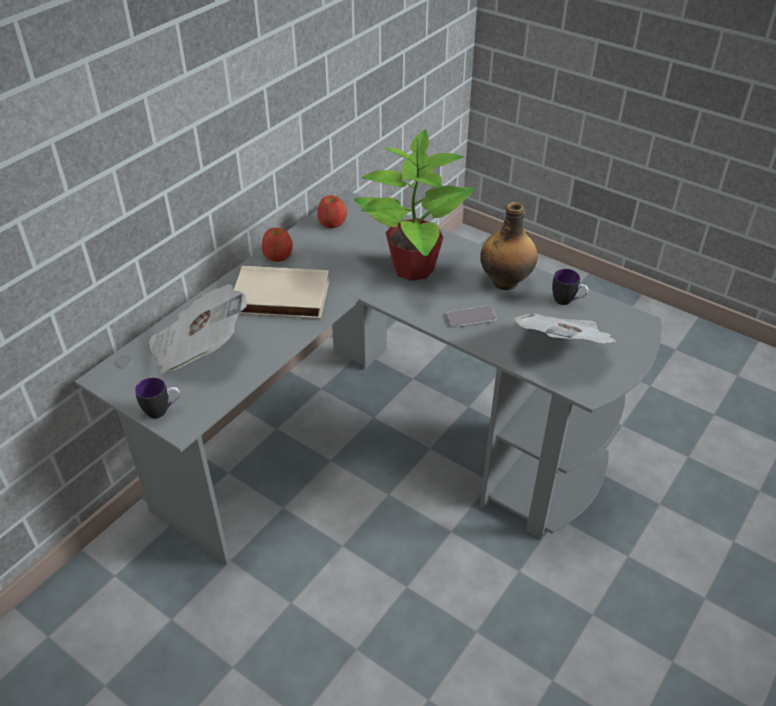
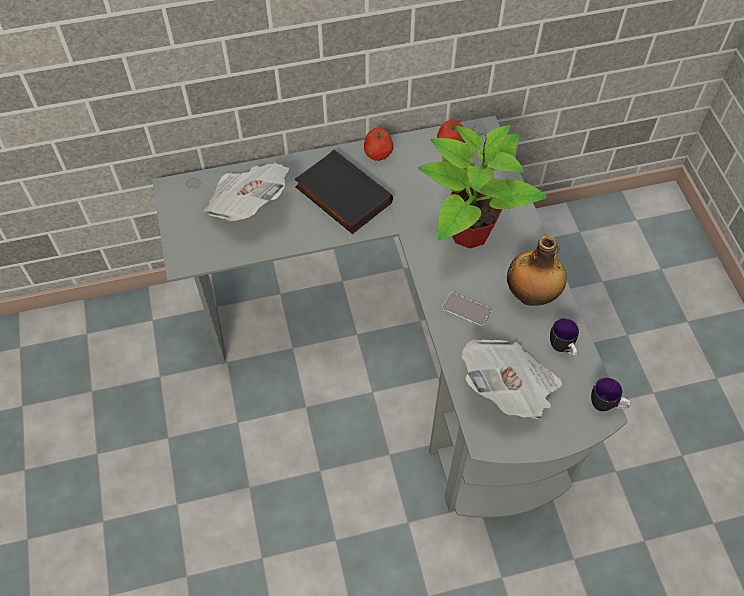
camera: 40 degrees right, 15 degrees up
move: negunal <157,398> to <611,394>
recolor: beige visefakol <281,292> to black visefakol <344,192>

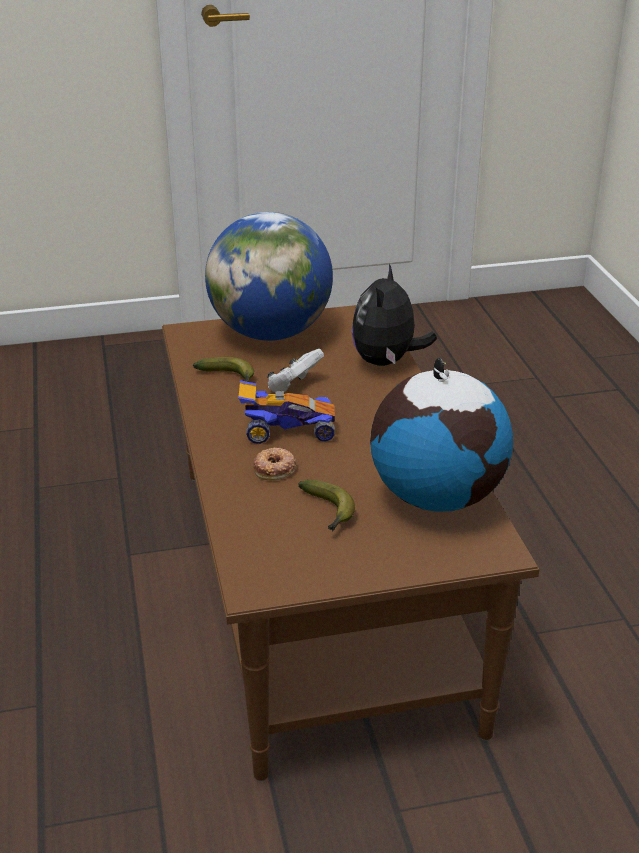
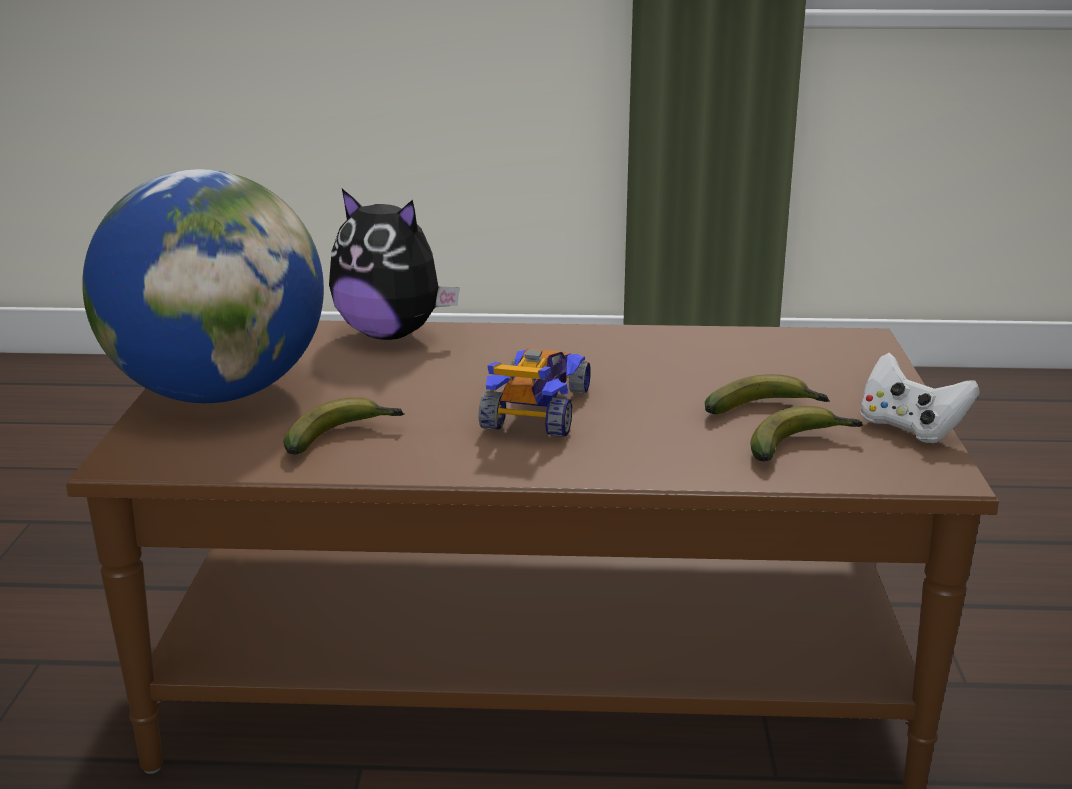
camera: 75 degrees left, 10 degrees down
delete: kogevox <274,464>; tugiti <441,435>
insert: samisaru <807,433>
move: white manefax <295,371> to <919,398>

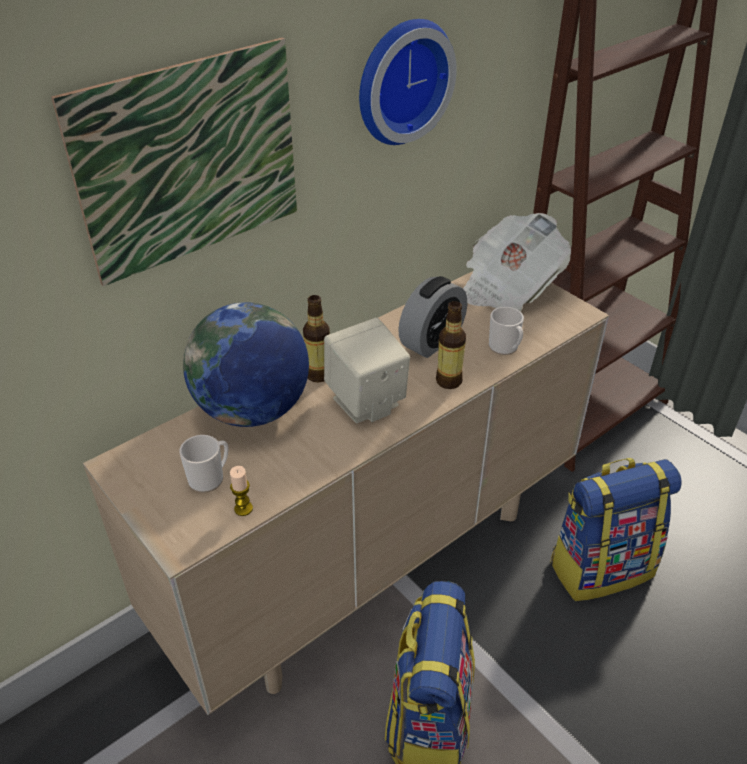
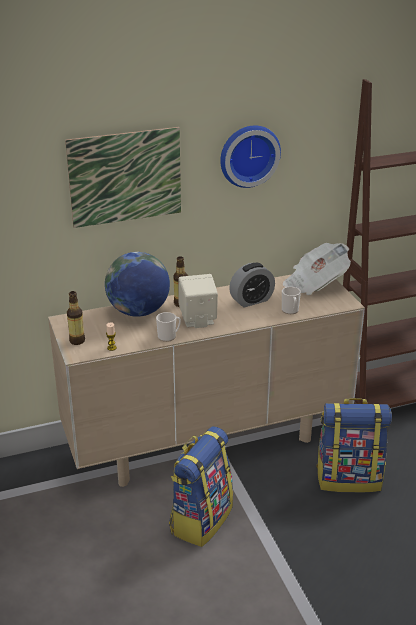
camera: 20 degrees right, 10 degrees down
move: negunal <203,464> to <168,327>; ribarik <451,345> to <76,318>

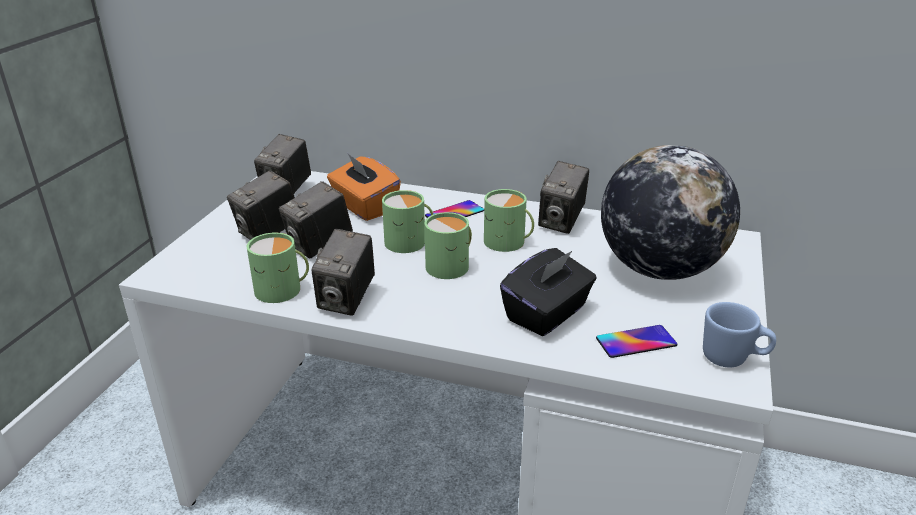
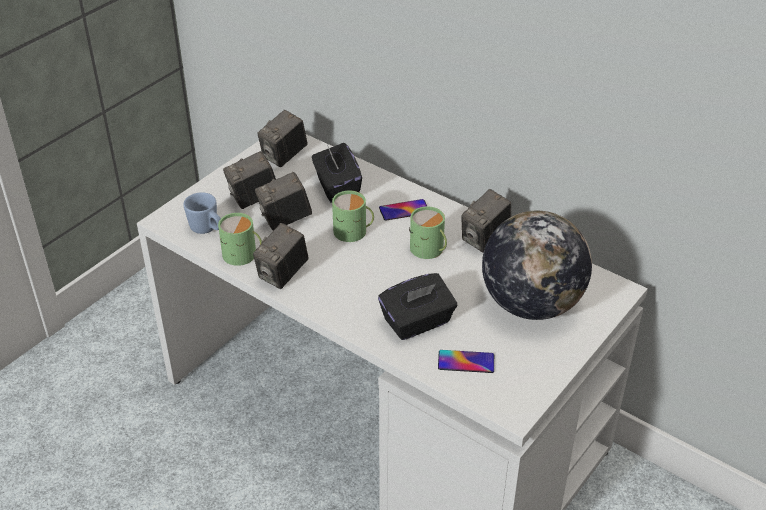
camera: 20 degrees right, 10 degrees up
delete: green negunal <448,245>
move: blue negunal <739,335> to <202,213>
recolor: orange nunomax <364,187> to black nunomax <337,173>

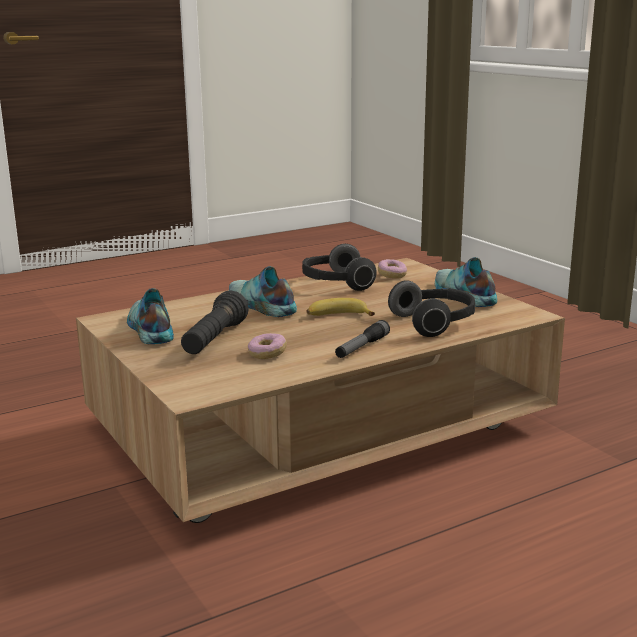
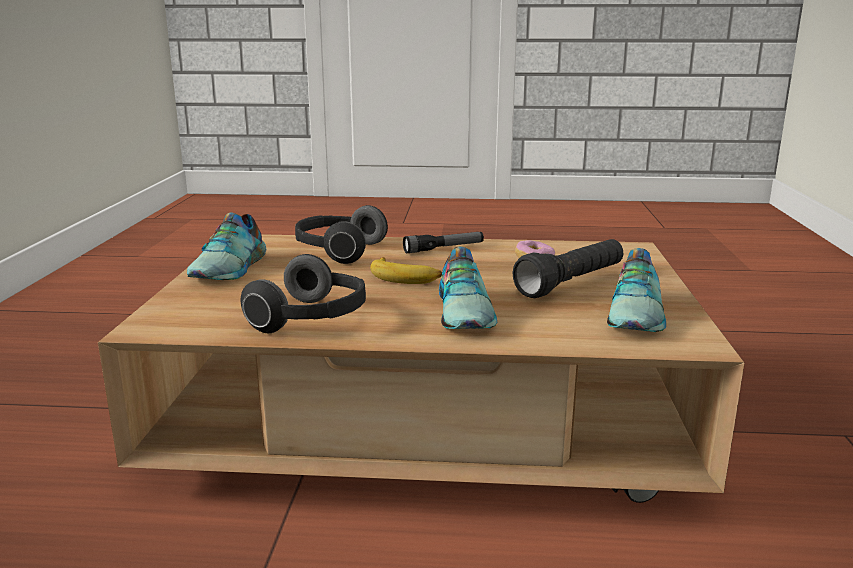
camera: 145 degrees left, 0 degrees up
delete: kogevox <392,269>

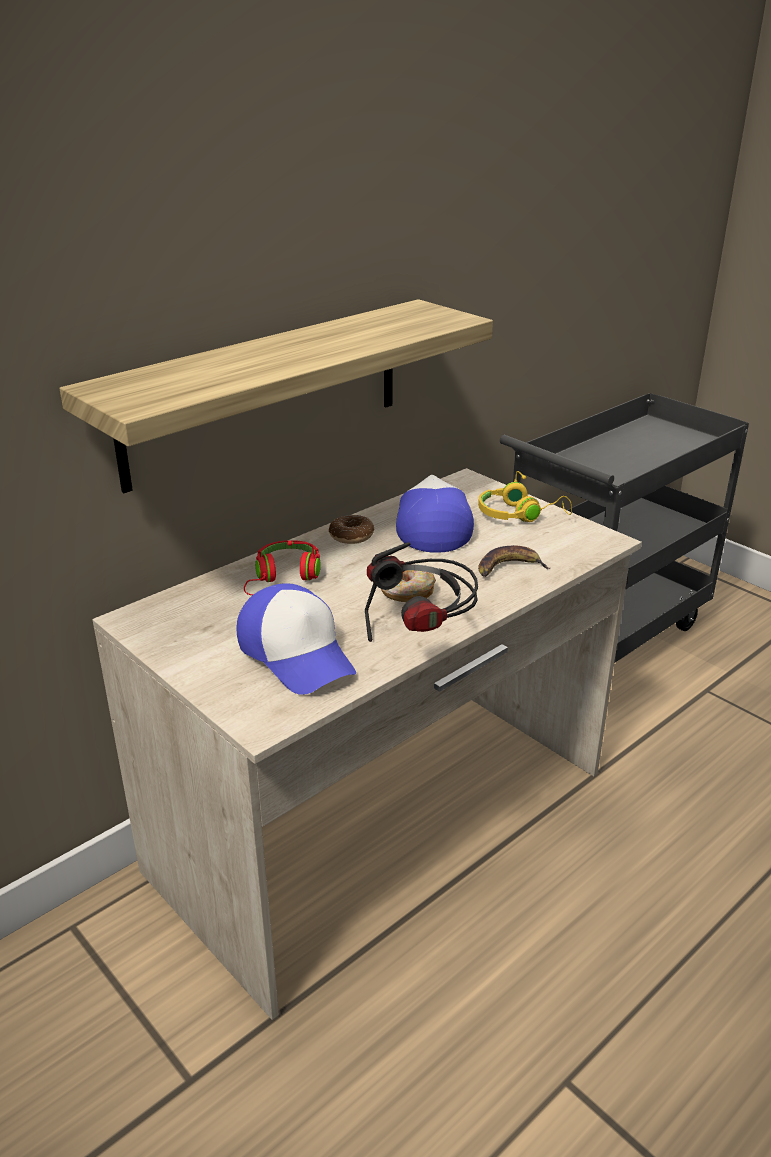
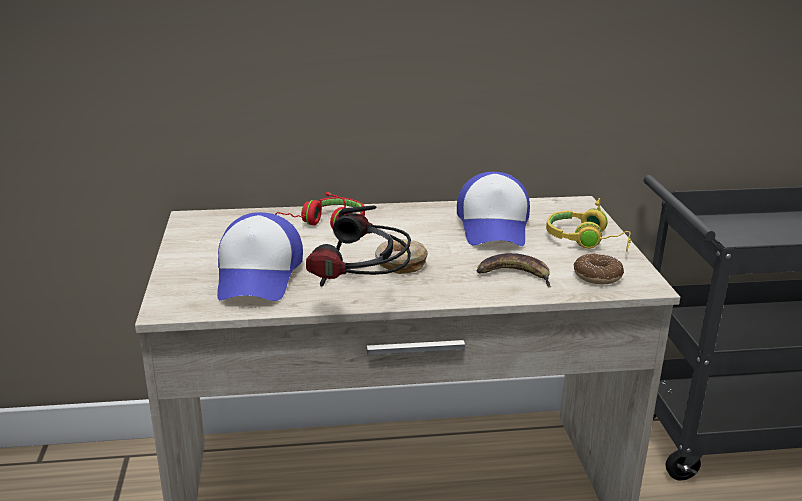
camera: 35 degrees right, 5 degrees down
delete: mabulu <276,396>
move: kogevox <352,529> to <599,269>
rotate: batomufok <435,514> = <493,209> 150 degrees clockwise

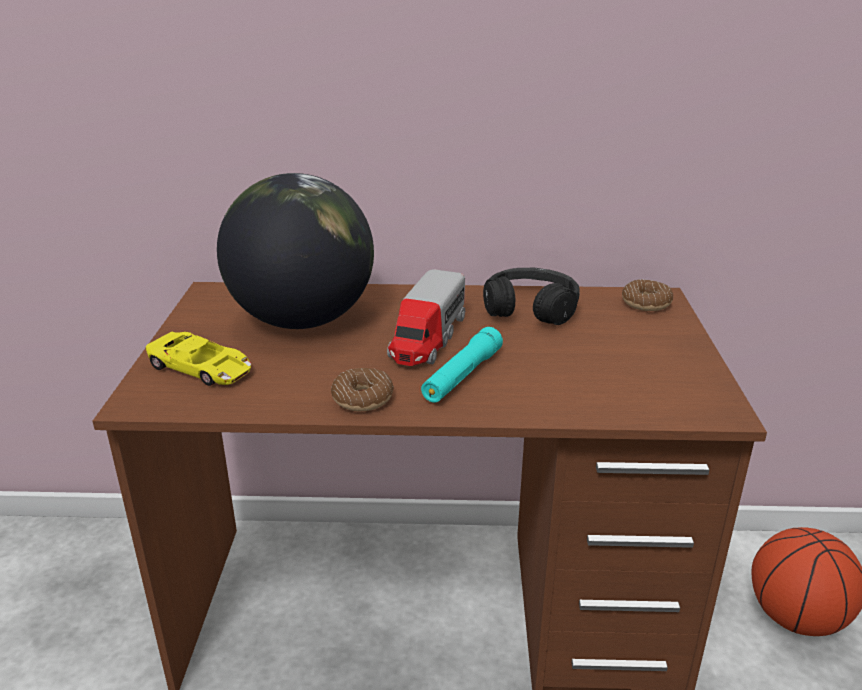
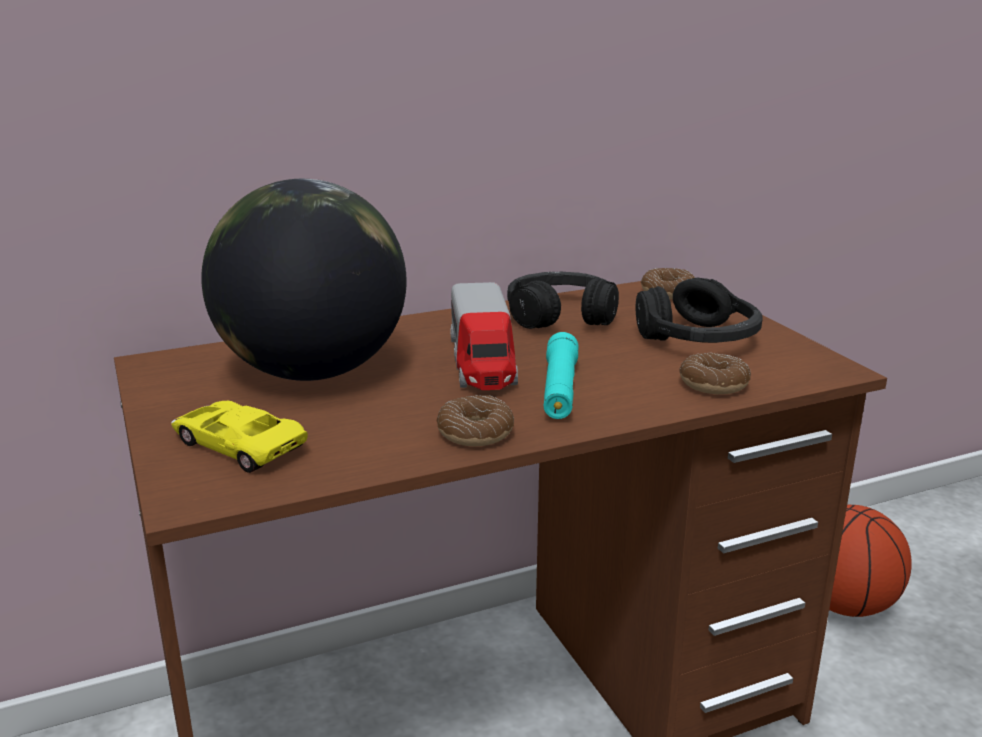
camera: 25 degrees left, 5 degrees down
insert: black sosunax <699,310>; kogevox <715,373>
rotate: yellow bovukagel <198,359> = <239,437> 150 degrees counterclockwise

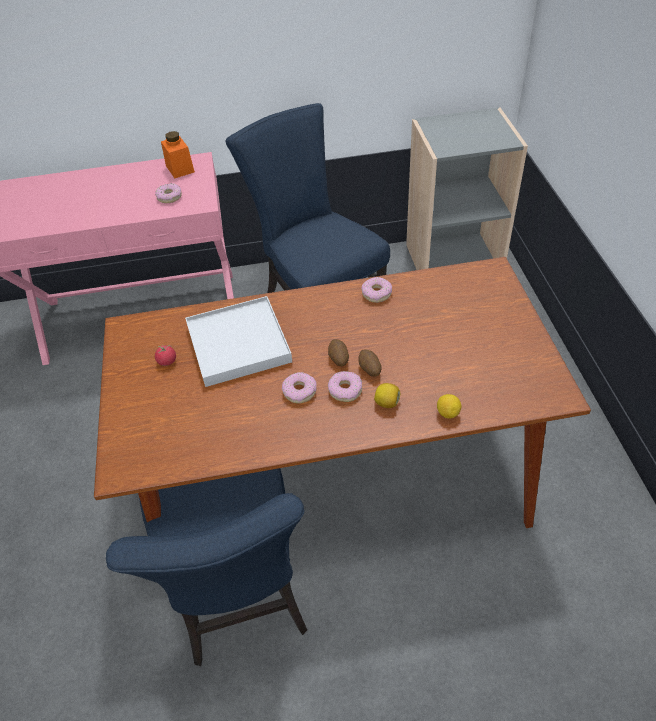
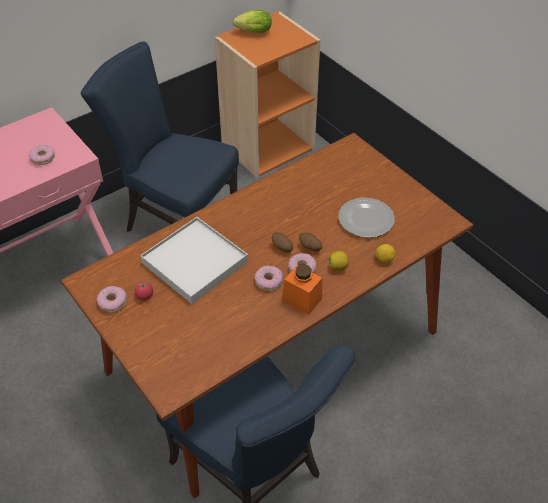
camera: 30 degrees left, 0 degrees up
insert: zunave <252,21>; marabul <366,217>
move: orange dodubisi <178,154> to <302,289>; kogevox <376,290> to <112,299>
recolor: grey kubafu <467,188> to orange kubafu <267,94>

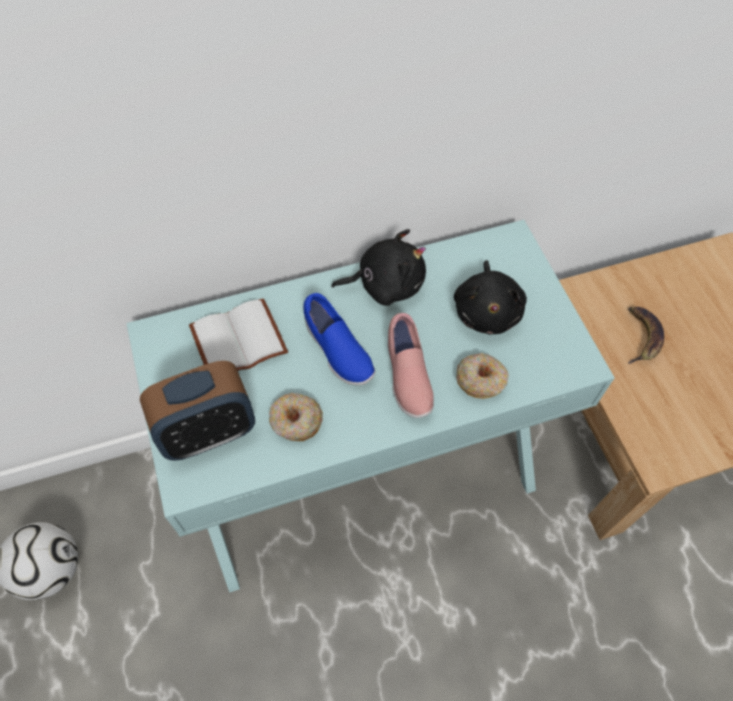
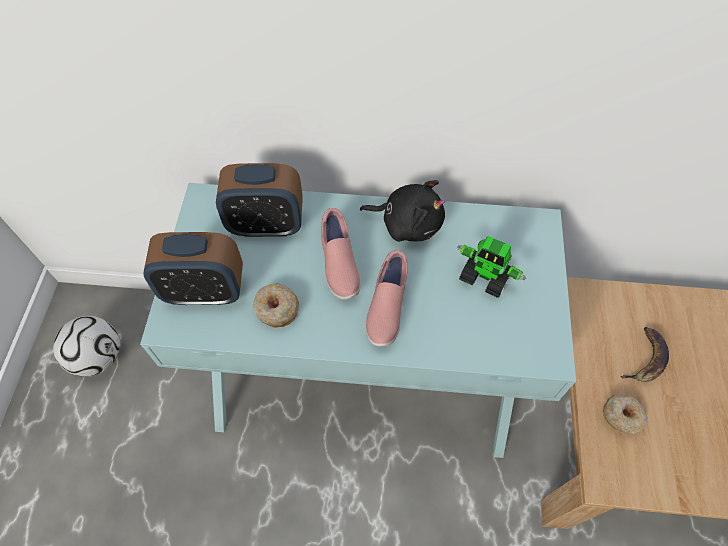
camera: 25 degrees right, 0 degrees up
move: kogevox <482,376> to <625,414>
replace: white visefakol <238,334> to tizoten <259,200>; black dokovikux <490,297> to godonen <491,267>
recolor: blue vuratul <339,339> to pink vuratul <341,254>

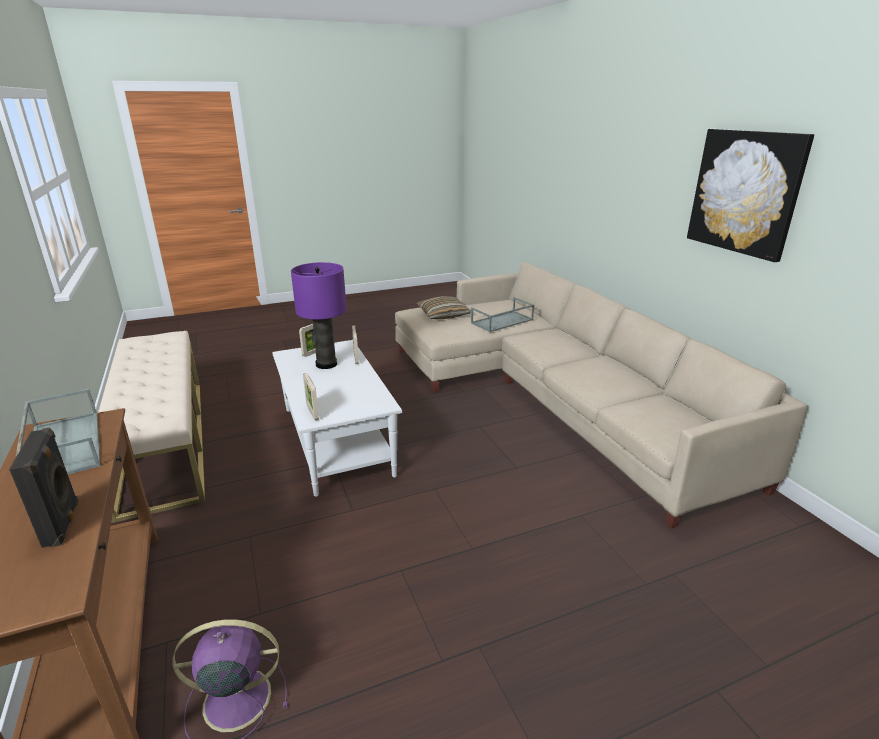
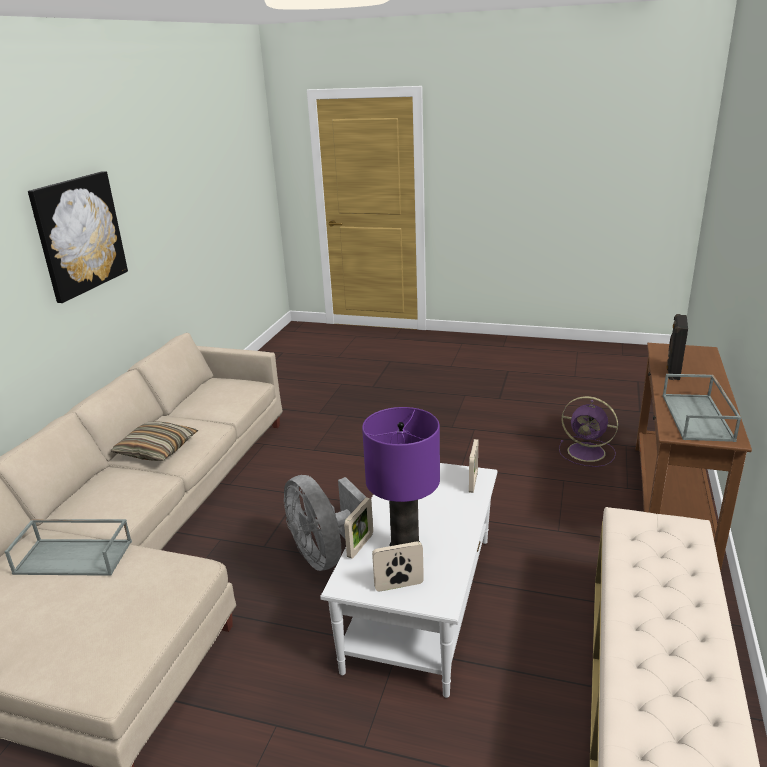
camera: 140 degrees left, 0 degrees up
insert: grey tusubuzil <325,523>
move: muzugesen <443,307> to <154,441>

